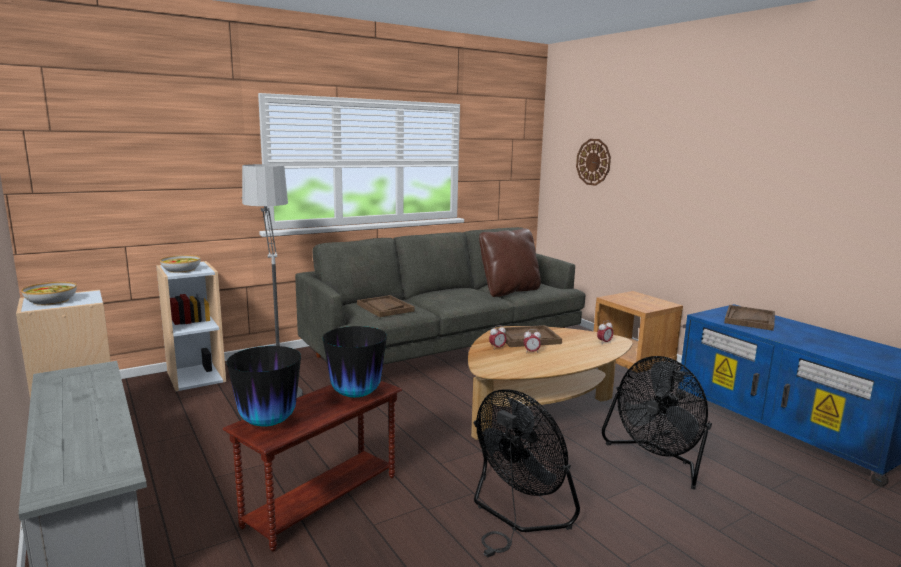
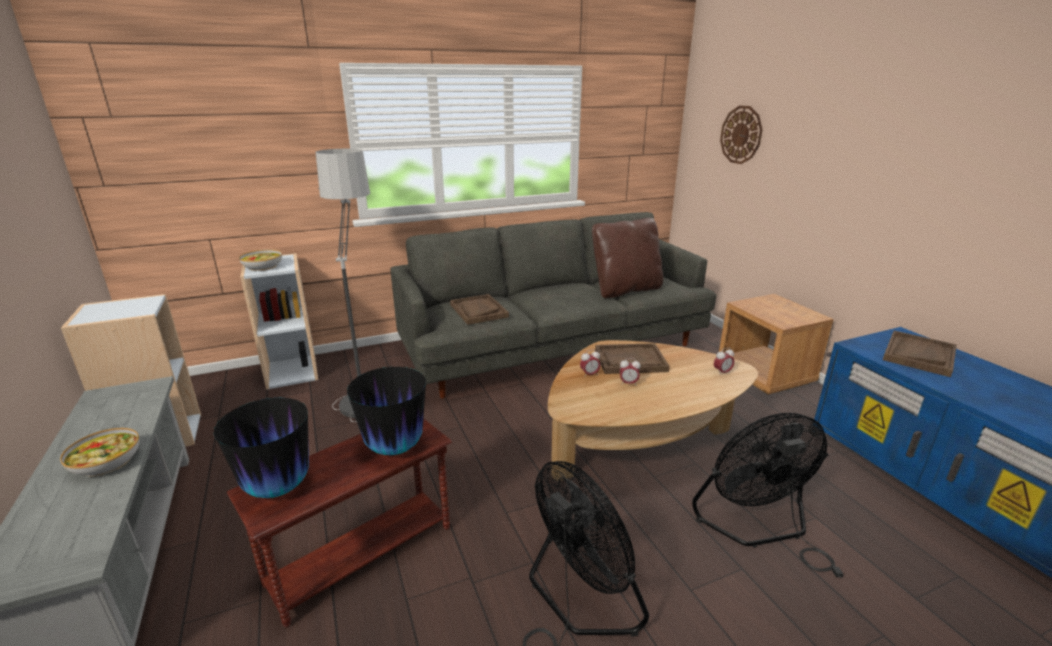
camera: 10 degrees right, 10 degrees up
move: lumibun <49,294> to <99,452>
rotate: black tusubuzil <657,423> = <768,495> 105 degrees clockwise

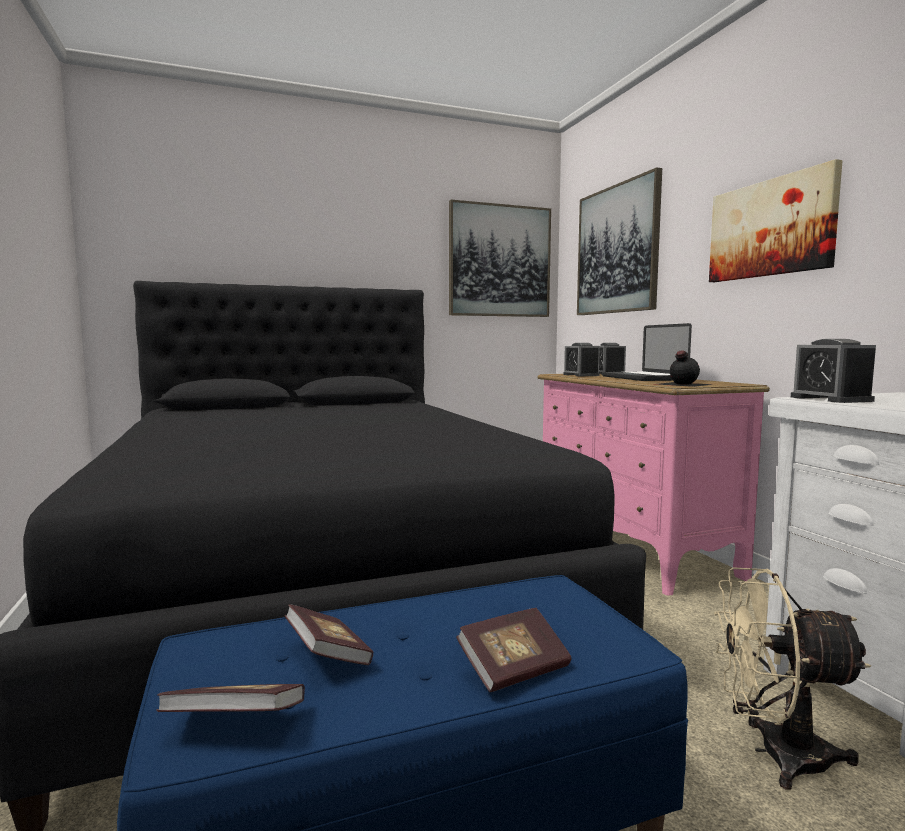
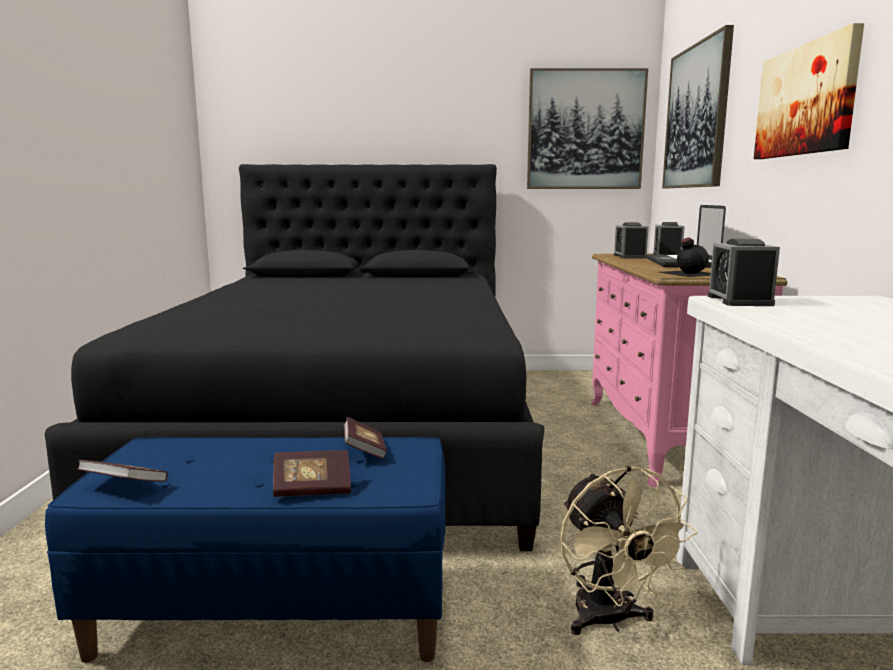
camera: 20 degrees right, 5 degrees up
move: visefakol <329,634> to <365,438>
rotate: beige tusubuzil <792,678> = <629,550> 135 degrees counterclockwise

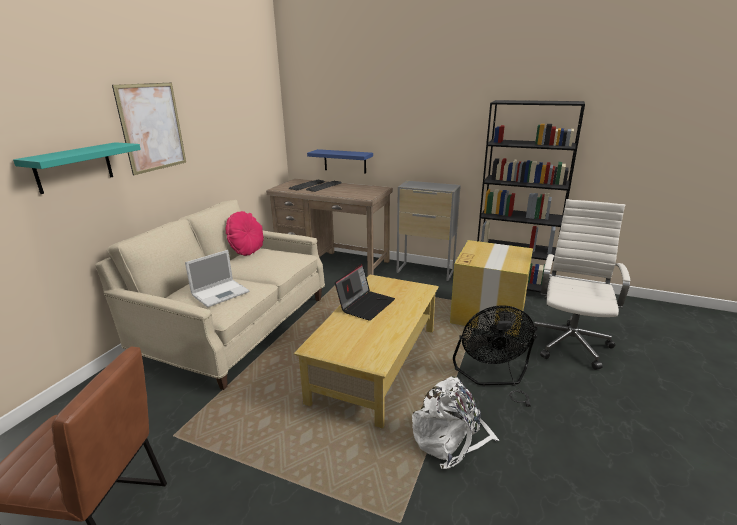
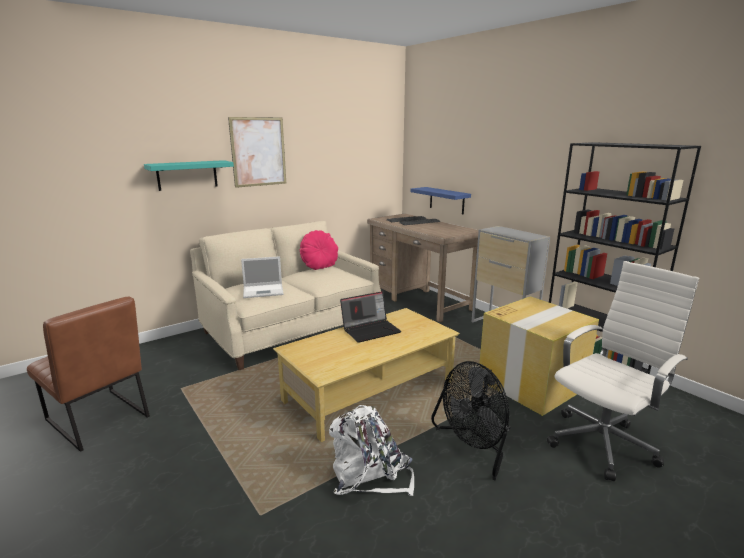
camera: 30 degrees right, 5 degrees down
rotate: black tusubuzil <495,356> = <471,421> 150 degrees counterclockwise

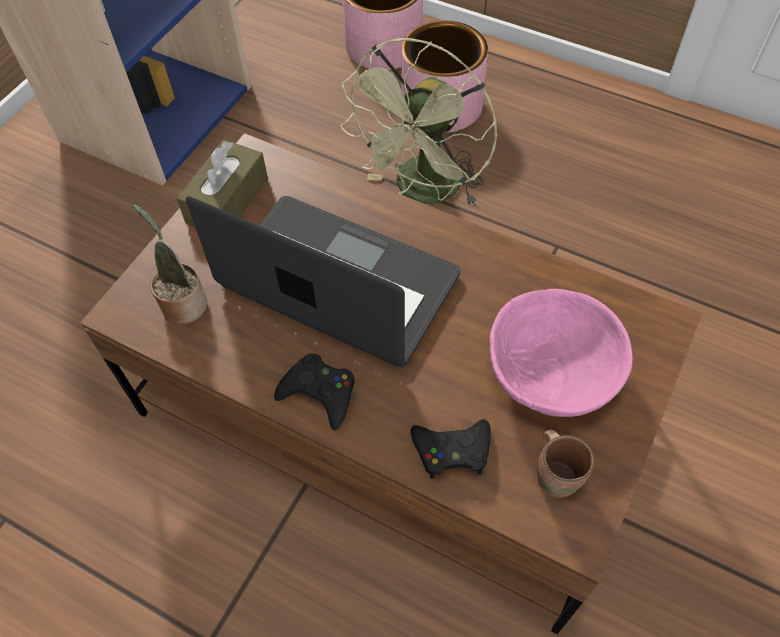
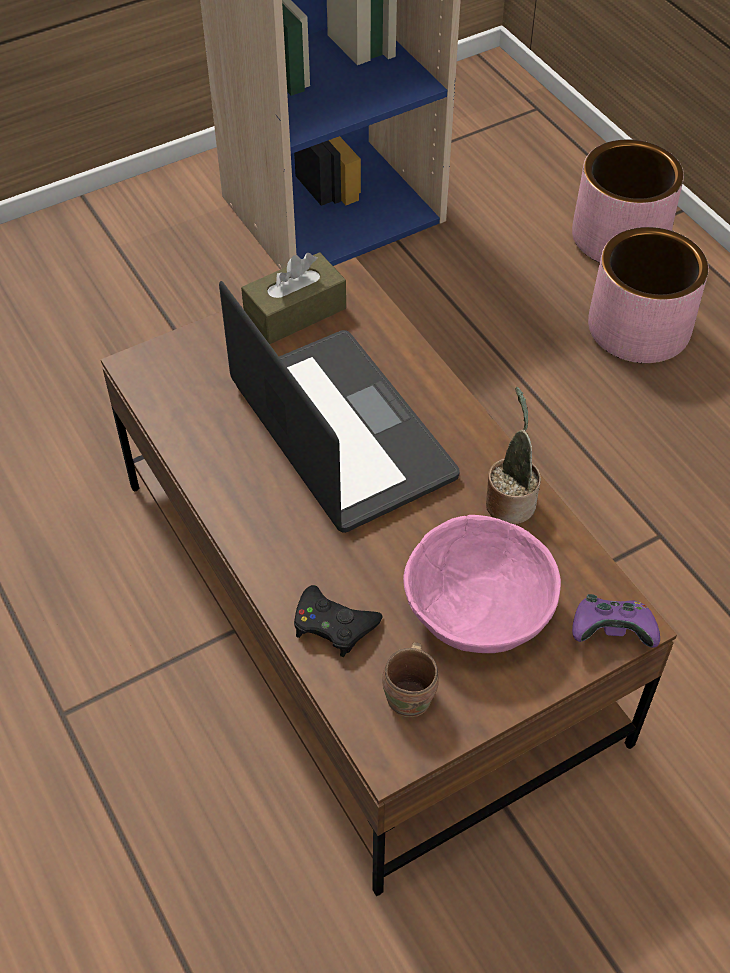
camera: 30 degrees right, 5 degrees down
delete: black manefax <314,391>; green tusubuzil <418,122>
insert: purple manefax <616,621>
move: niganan <169,264> to <513,455>

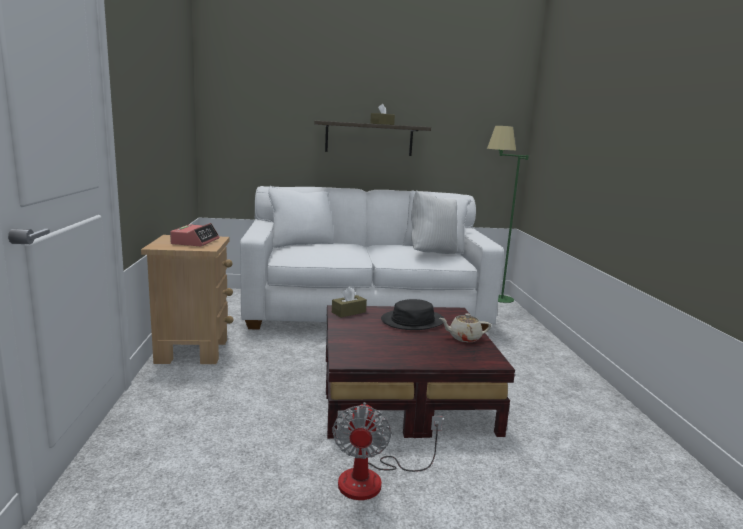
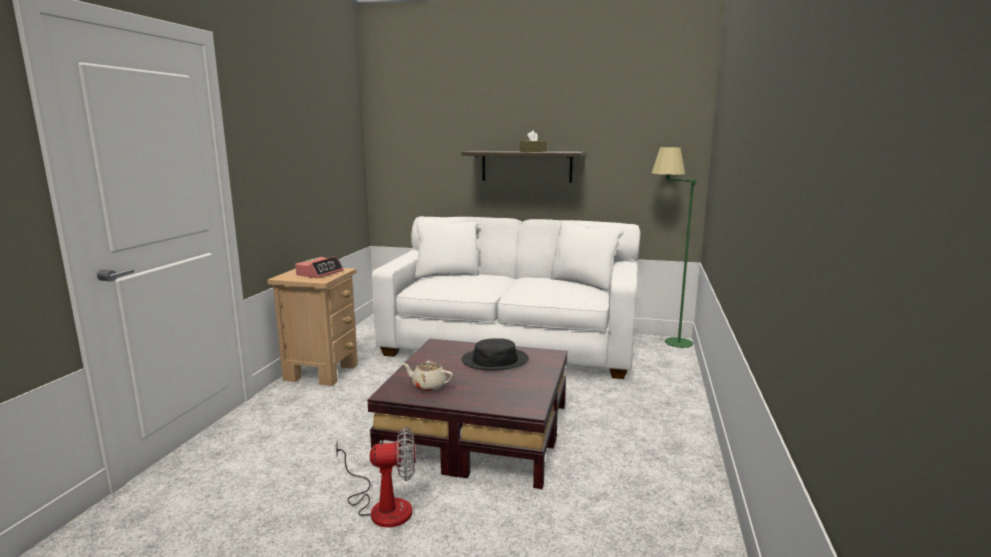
camera: 20 degrees right, 0 degrees up
delete: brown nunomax <349,302>; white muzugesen <434,222>
move: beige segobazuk <465,327> to <427,376>
rotate: tusubuzil <387,451> = <376,477> 120 degrees counterclockwise

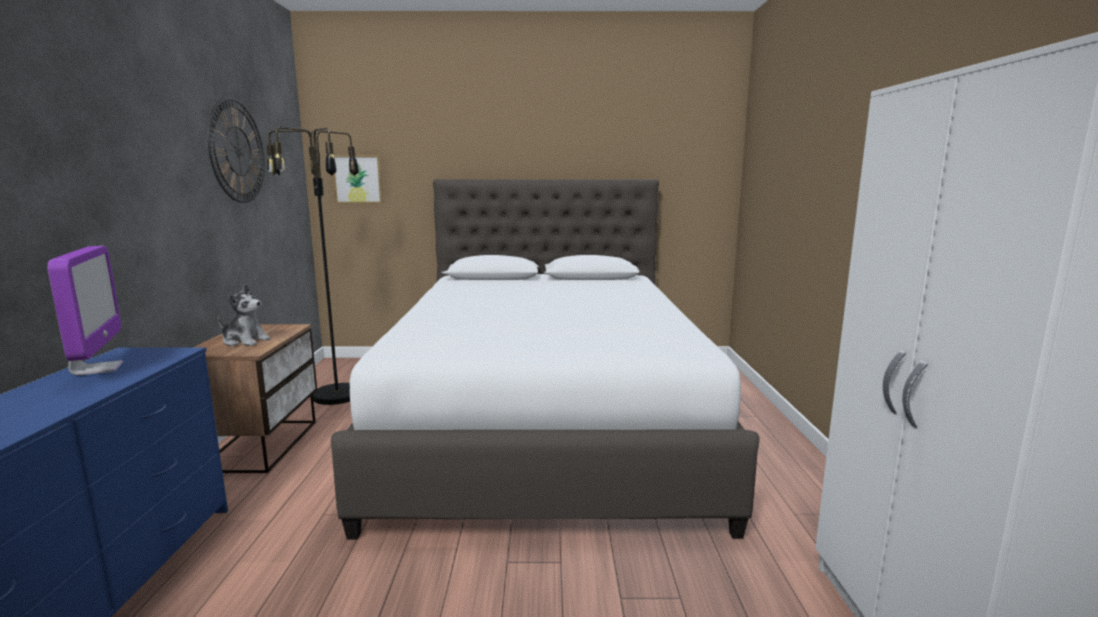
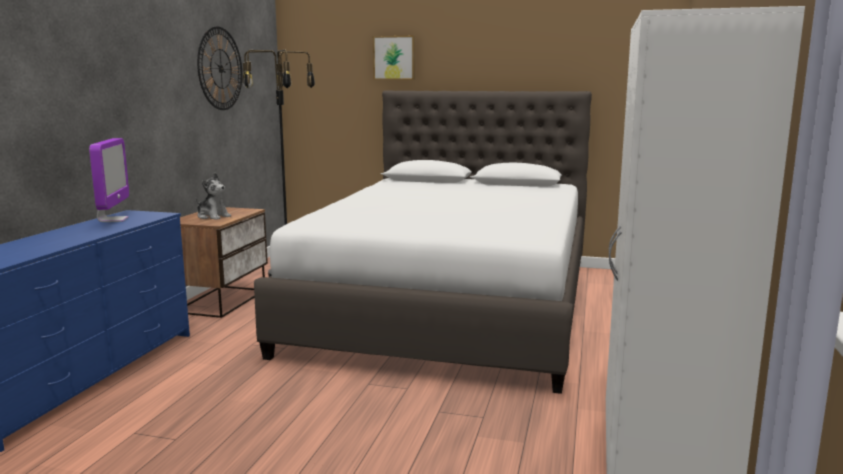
camera: 15 degrees right, 0 degrees up
move: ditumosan <359,179> to <394,58>

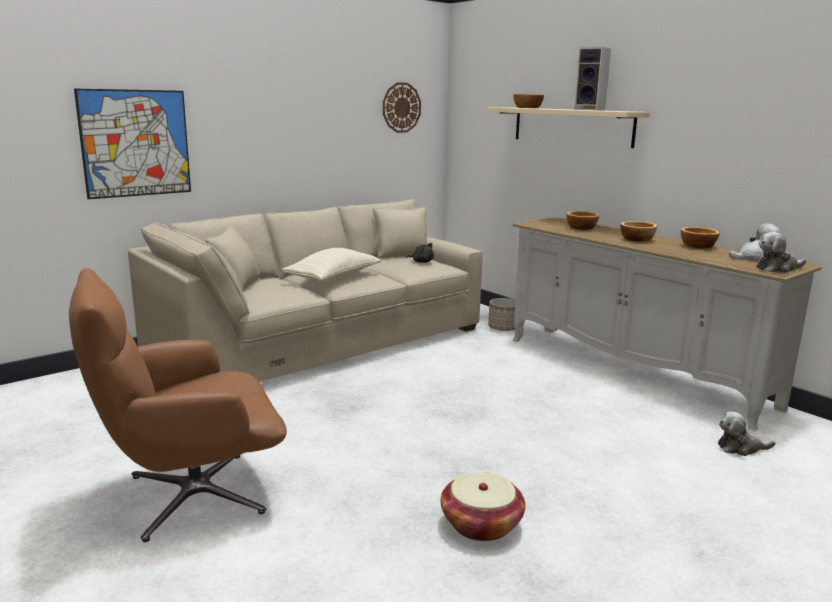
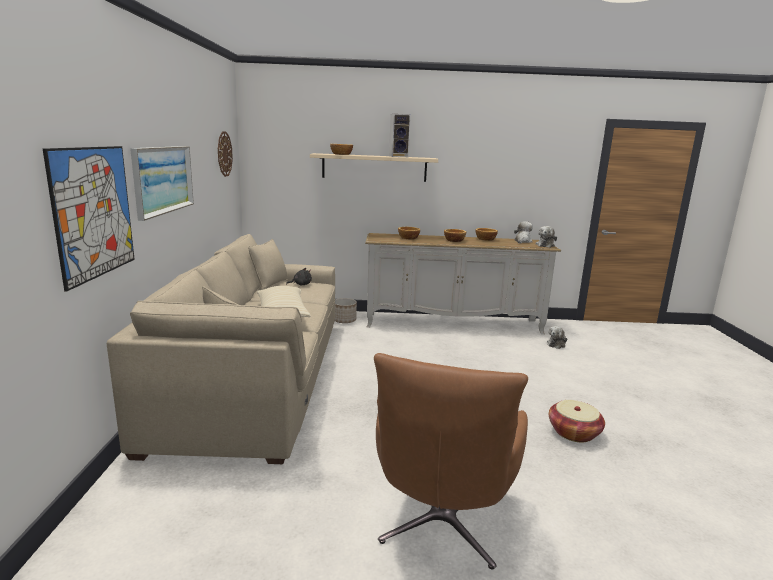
camera: 50 degrees left, 0 degrees up
insert: ditumosan <162,183>

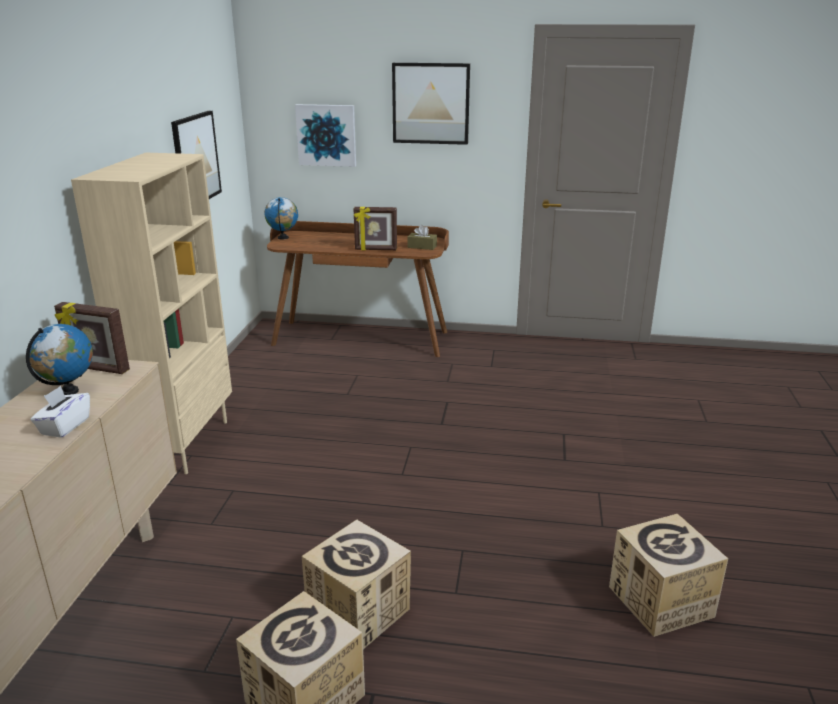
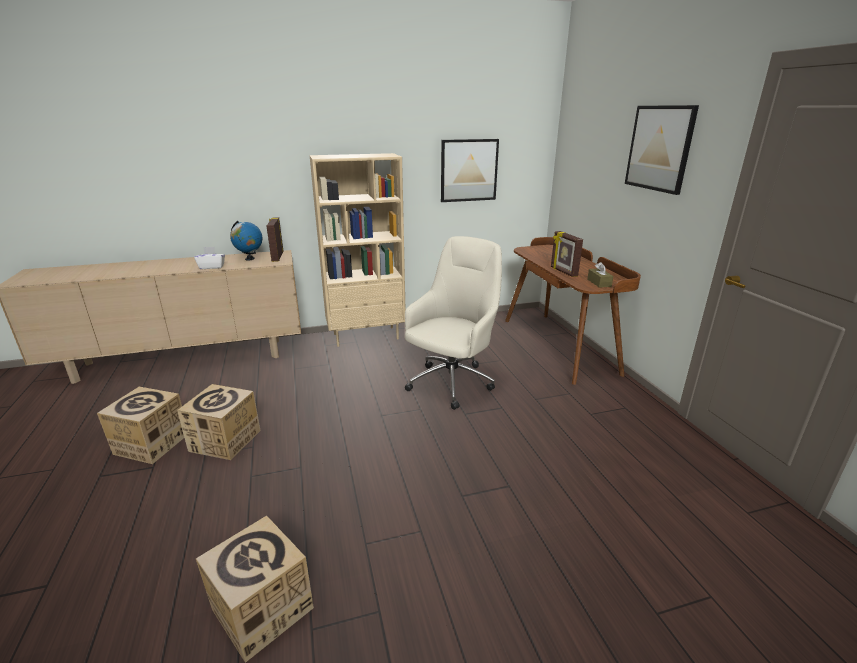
camera: 65 degrees right, 0 degrees up
delete: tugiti <281,218>; ditumosan <325,135>
insert: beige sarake <453,323>

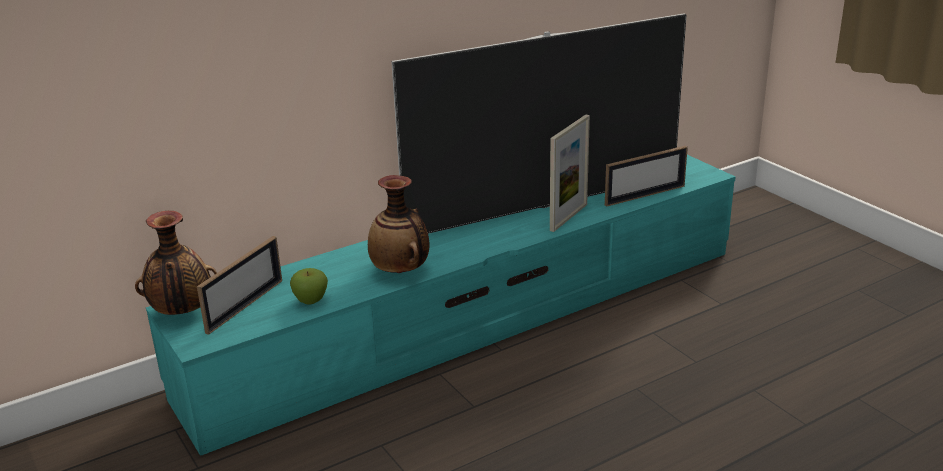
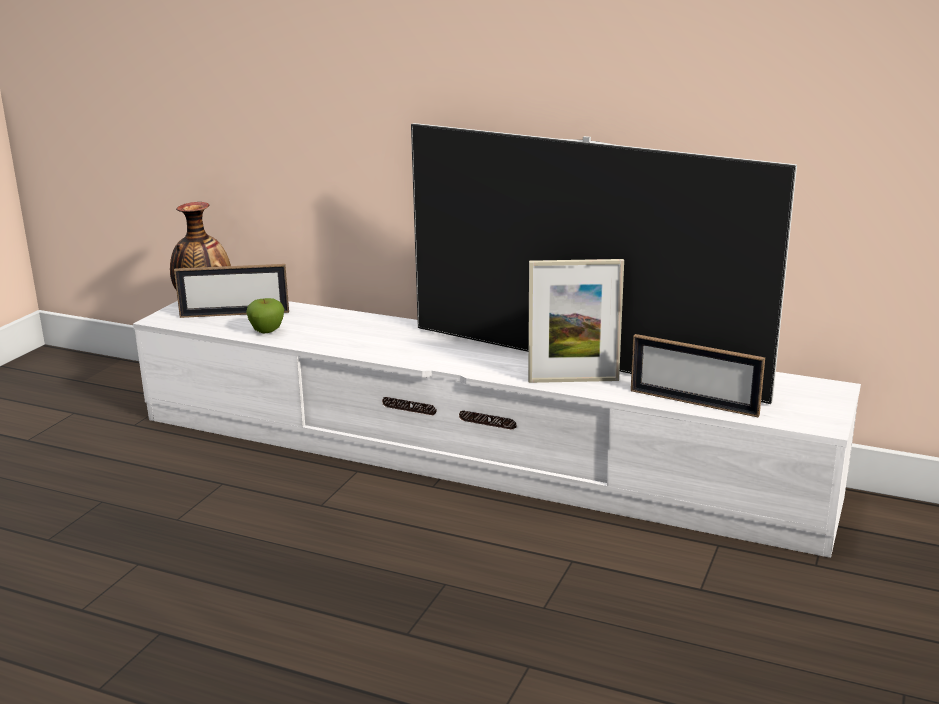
camera: 55 degrees right, 5 degrees down
delete: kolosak <399,224>
recolor: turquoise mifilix <441,305> to white mifilix <497,429>

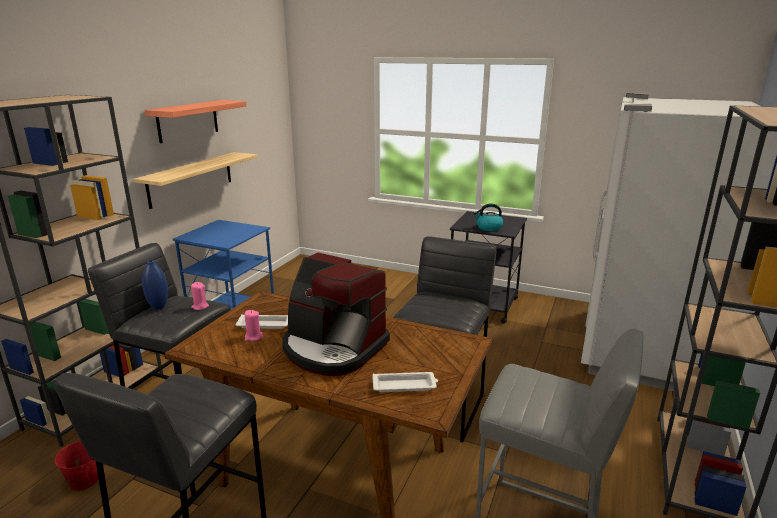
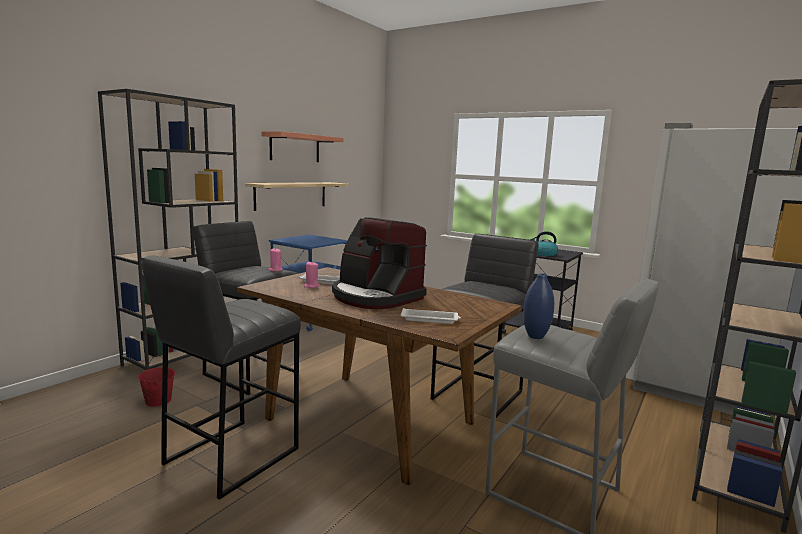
camera: 10 degrees right, 10 degrees down
move: blue kolosak <155,285> to <538,306>

